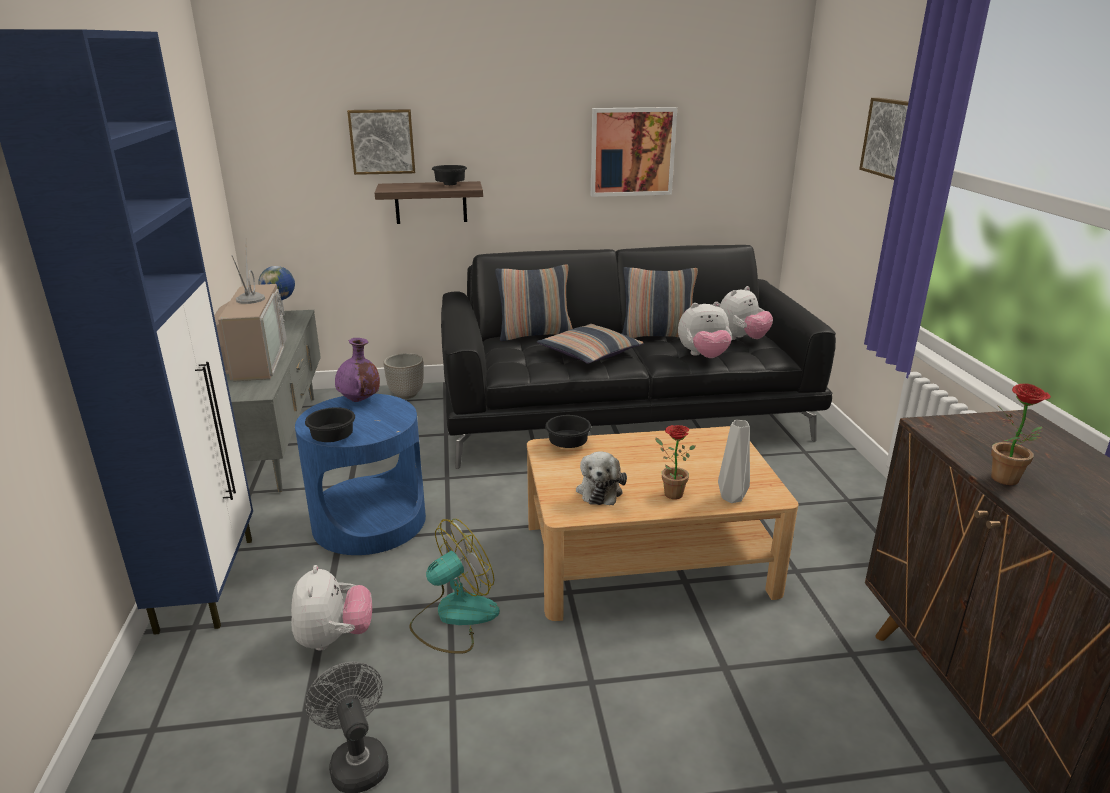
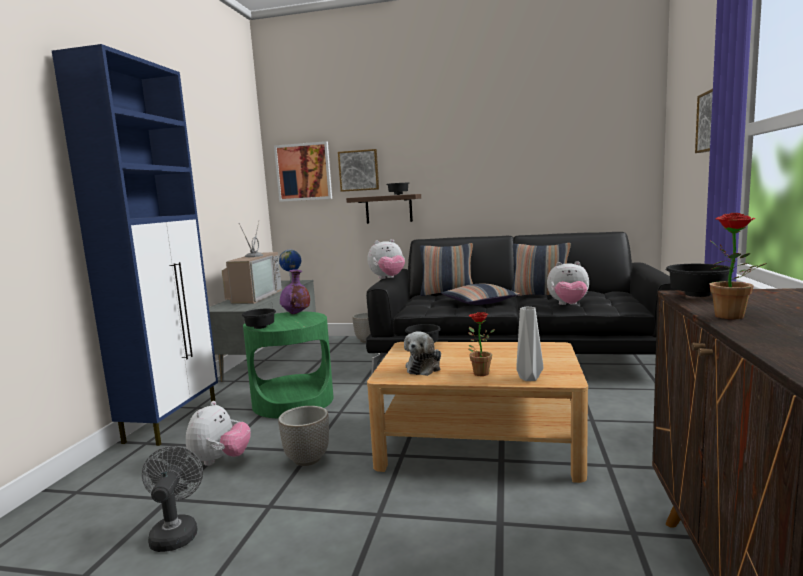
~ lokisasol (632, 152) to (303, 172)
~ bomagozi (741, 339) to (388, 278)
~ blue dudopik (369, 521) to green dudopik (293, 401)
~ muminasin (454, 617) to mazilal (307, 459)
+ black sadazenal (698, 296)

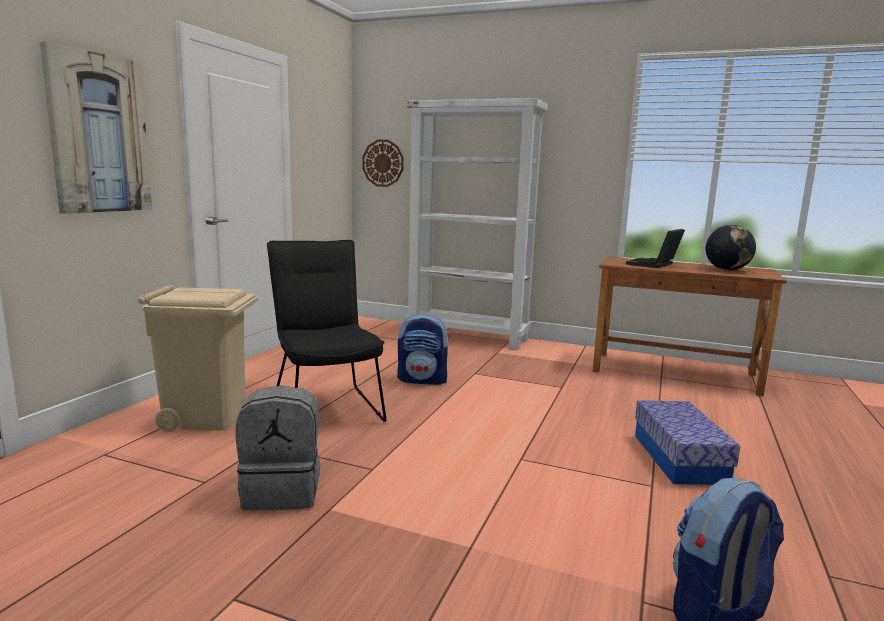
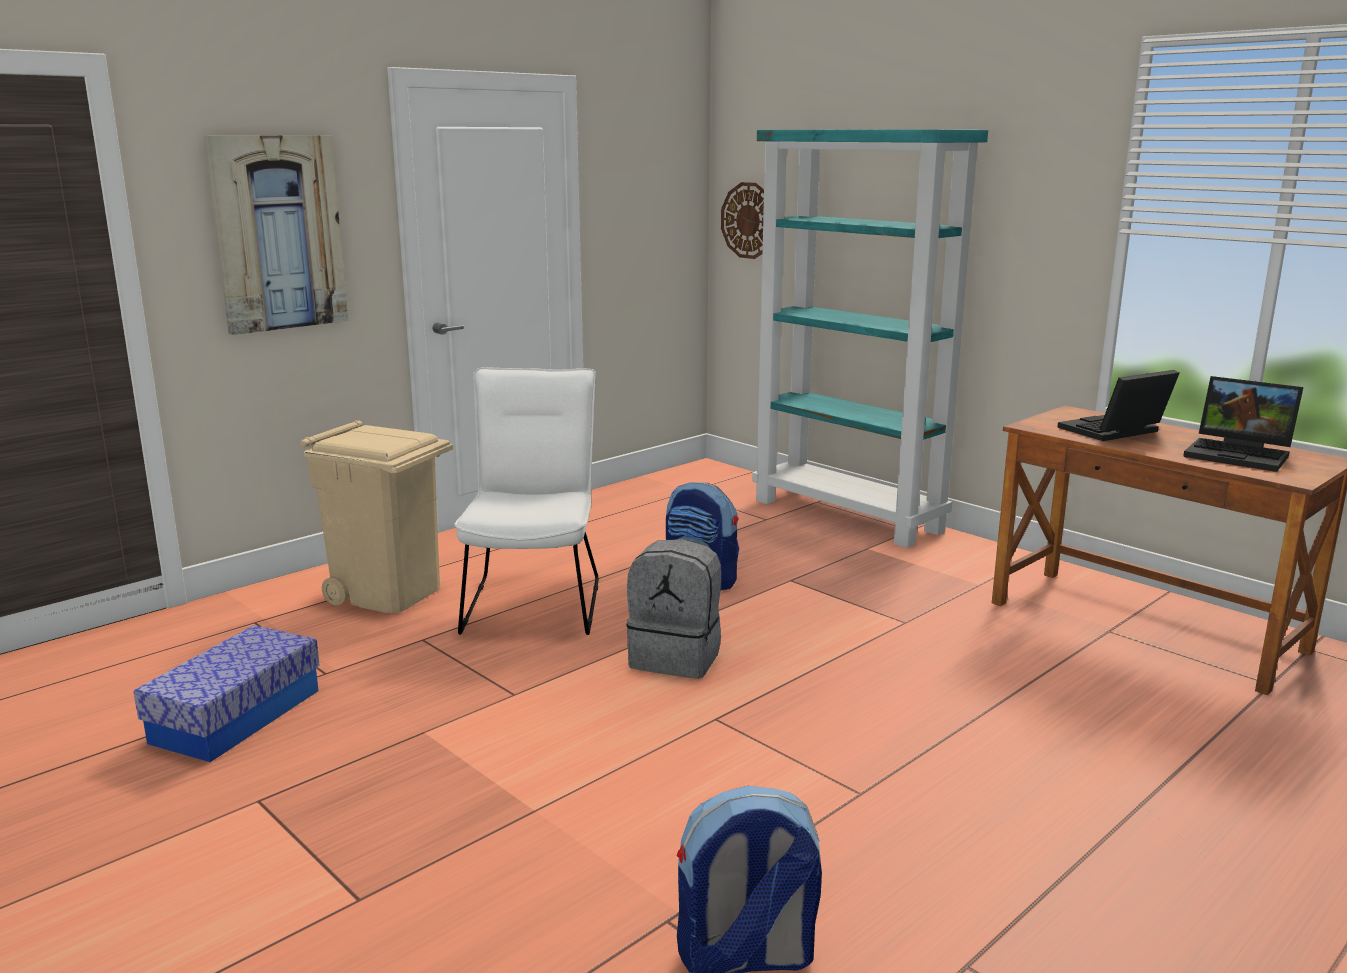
~ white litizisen (468, 337) to turquoise litizisen (849, 515)
~ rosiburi (727, 270) to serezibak (1241, 455)
~ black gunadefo (325, 407) to white gunadefo (535, 601)
~ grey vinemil (282, 491) to (677, 658)
~ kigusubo (679, 458) to (236, 716)

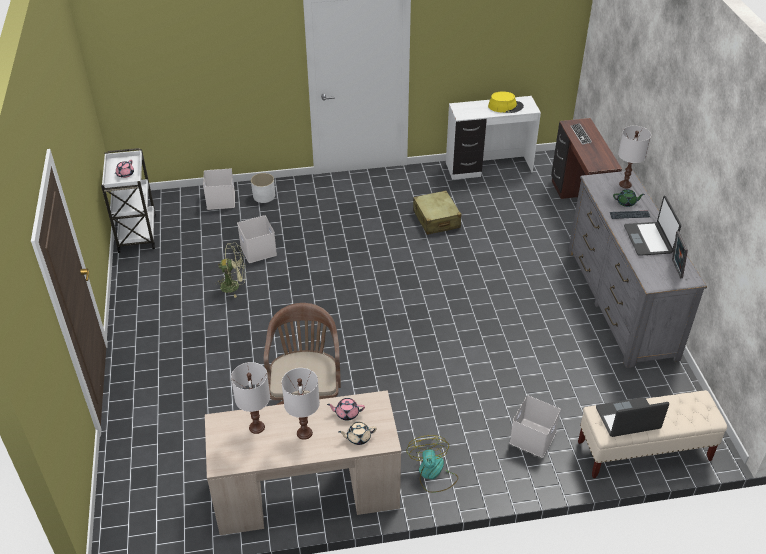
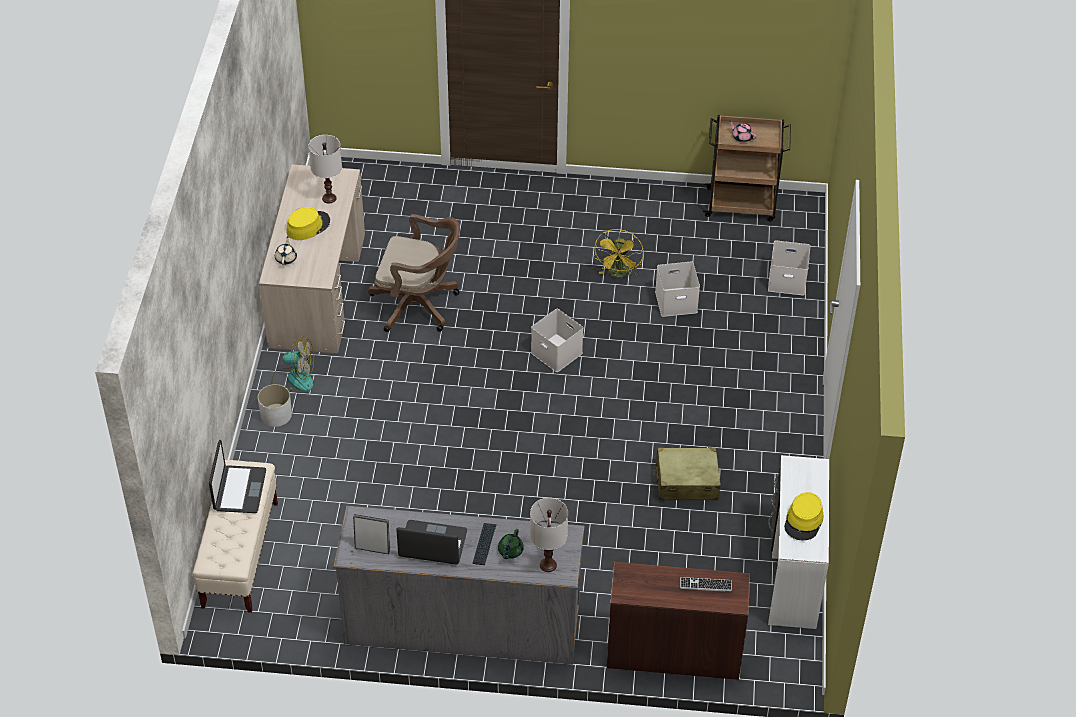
~ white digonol (137, 232) to brown digonol (742, 204)
~ white mazilal (264, 196) to (276, 415)
~ green muminasin (234, 285) to yellow muminasin (619, 274)
~ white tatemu (304, 433) to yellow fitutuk (308, 226)
~ white kigusubo (532, 436) to (558, 353)
- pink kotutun (346, 413)

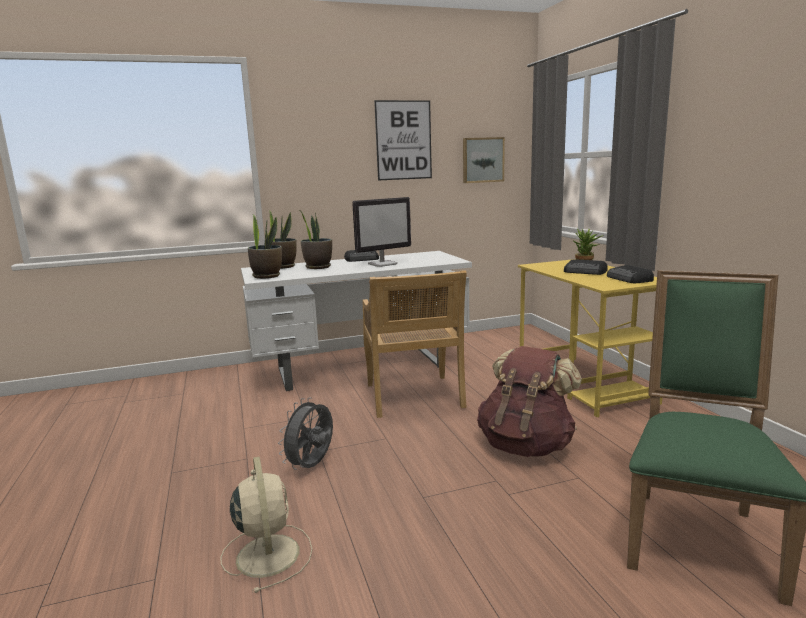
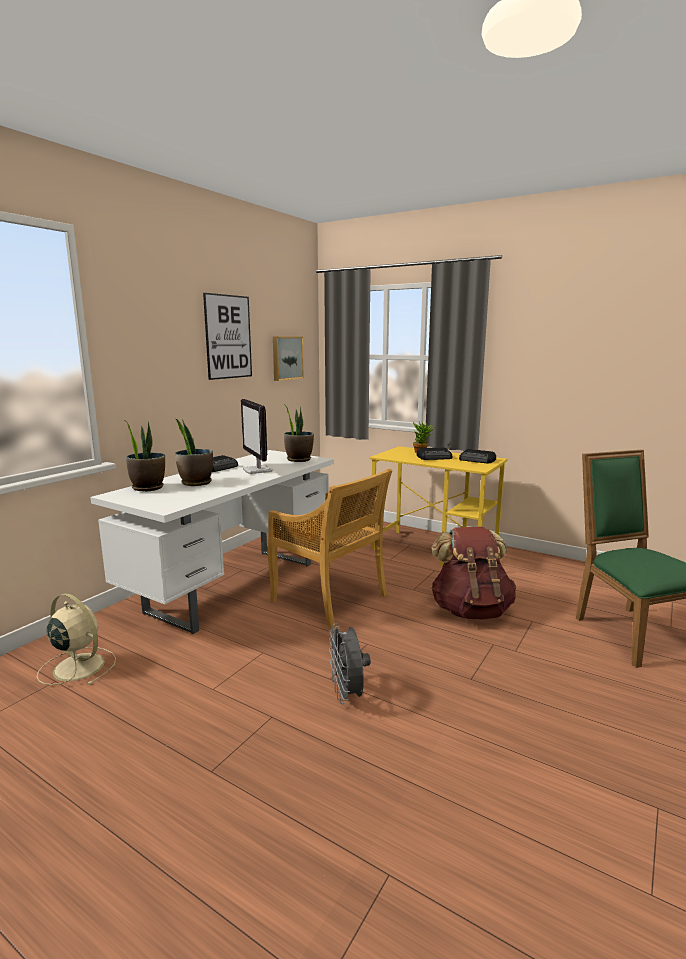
~ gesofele (383, 264) = (258, 470) 135 degrees clockwise
~ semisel (267, 276) to (298, 459)
~ beige muminasin (267, 553) to (77, 666)

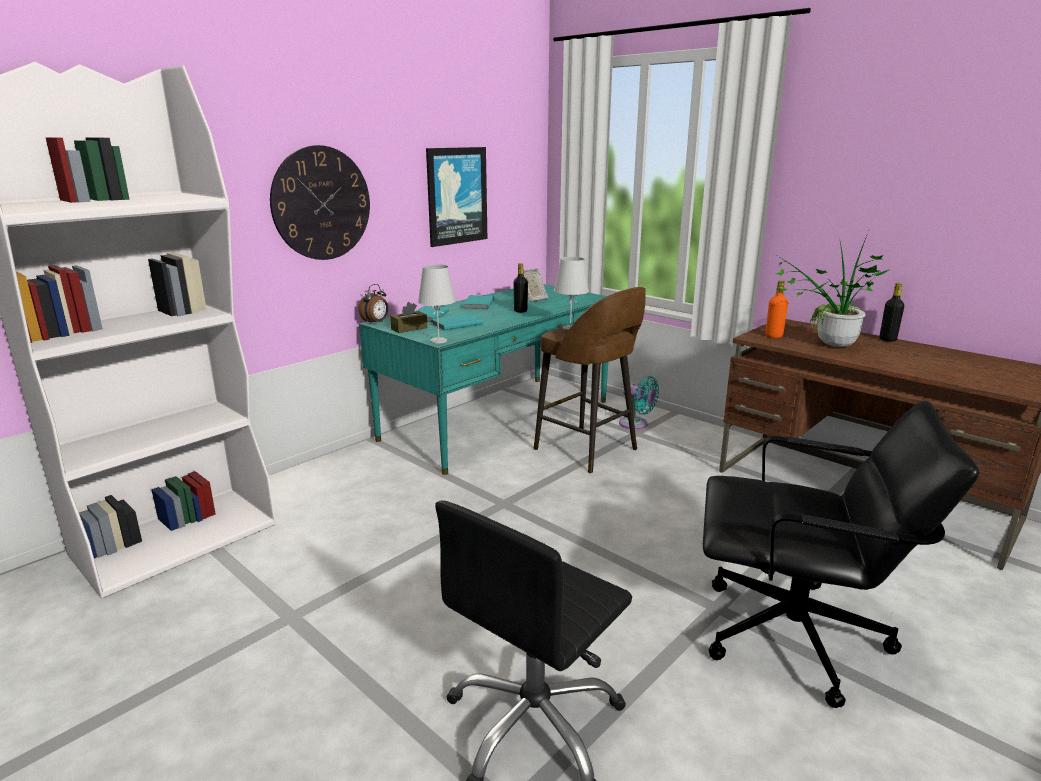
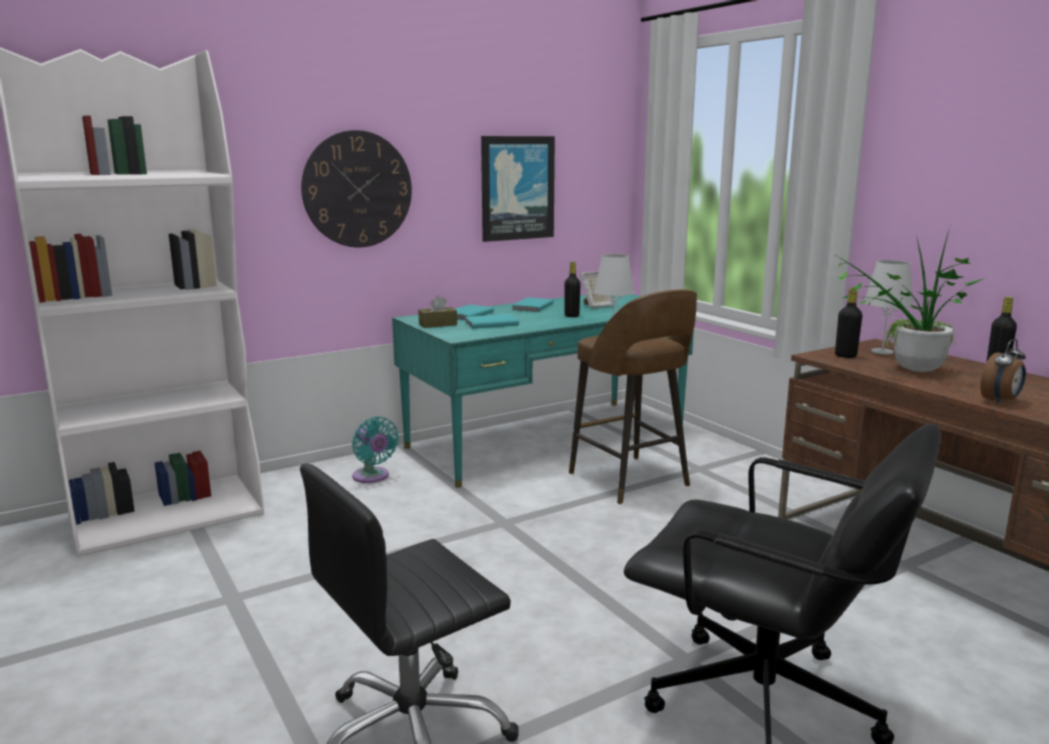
~ white tatemu (438, 341) to (881, 352)
~ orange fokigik (773, 336) to black fokigik (845, 356)
~ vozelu (376, 322) to (1000, 401)
~ turquoise muminasin (636, 424) to (372, 477)

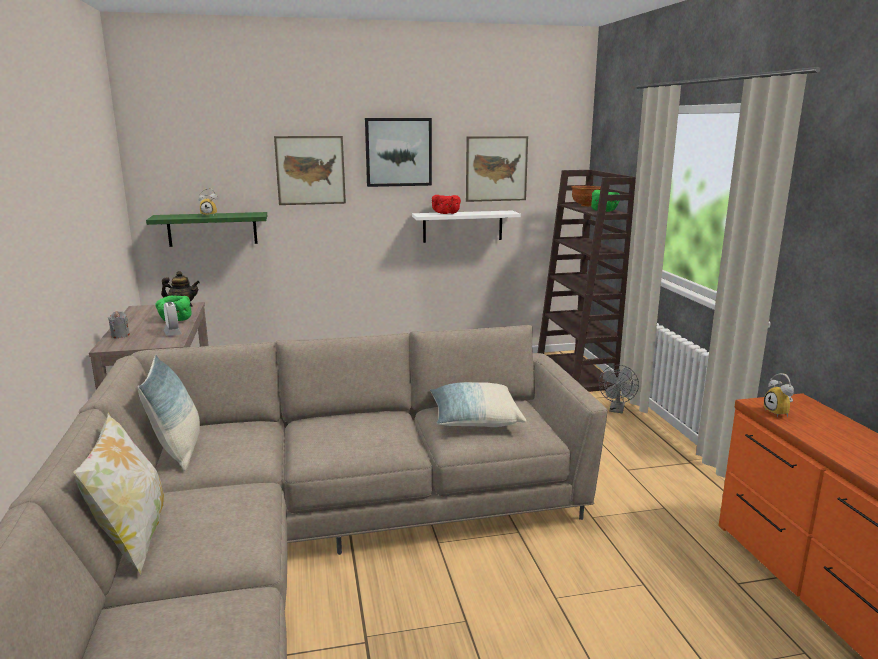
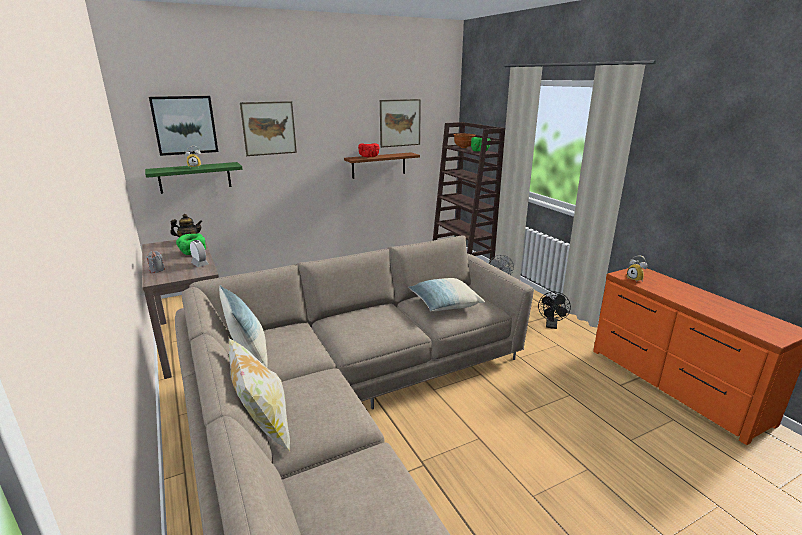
~ lokisasol (398, 152) to (184, 125)
~ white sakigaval (462, 226) to brown sakigaval (378, 165)
+ black muminasin (551, 326)

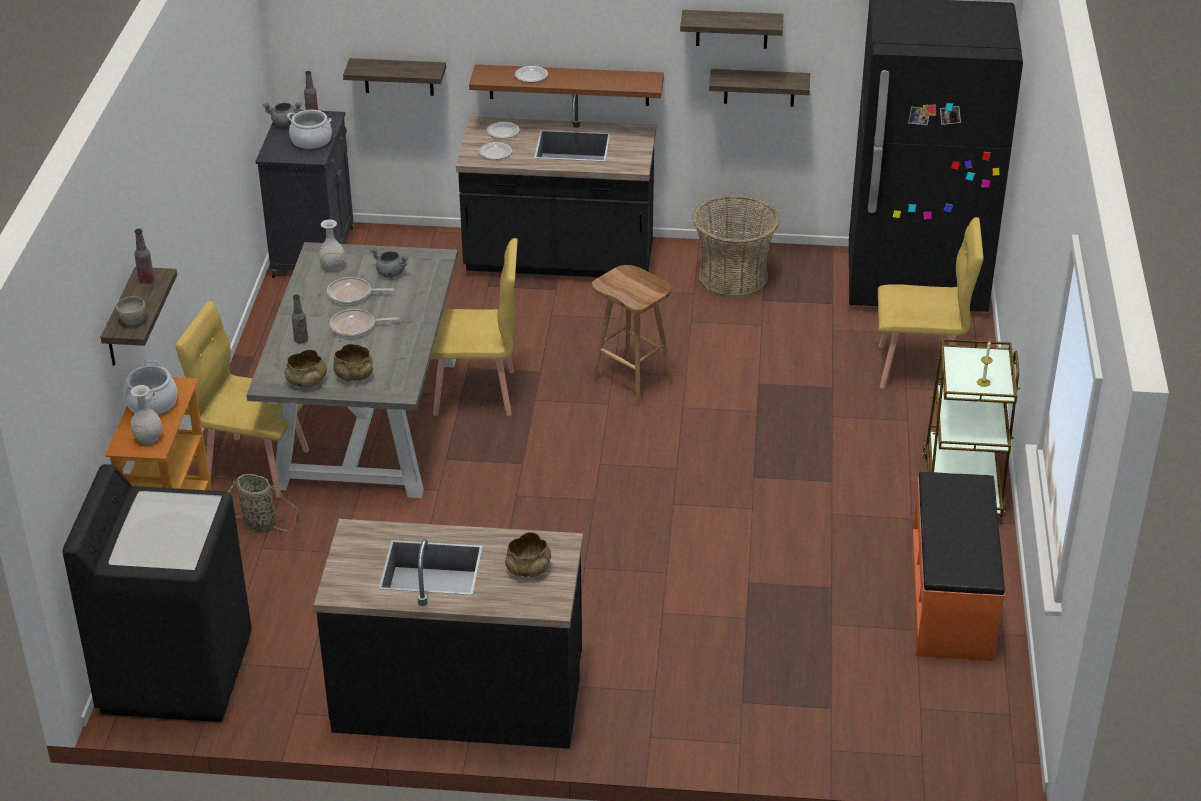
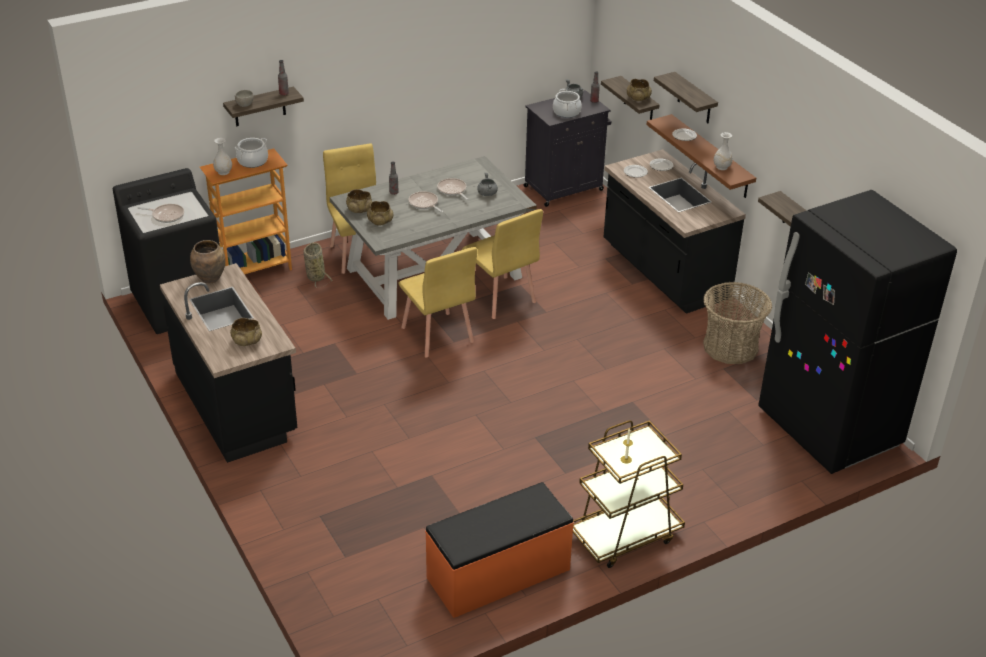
~ sakigaval (732, 29) to (694, 99)
~ yellow gunadefo (918, 369) to (437, 335)
~ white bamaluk (333, 267) to (721, 167)
- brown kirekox (633, 380)
+ beige sadazenal (638, 98)
+ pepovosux (166, 215)
+ brown bamaluk (210, 278)

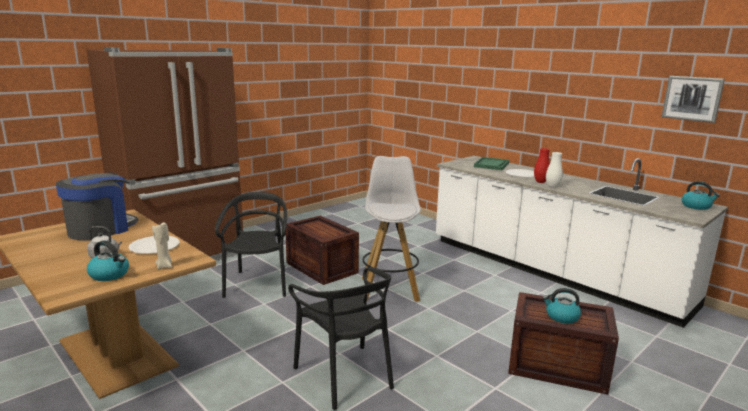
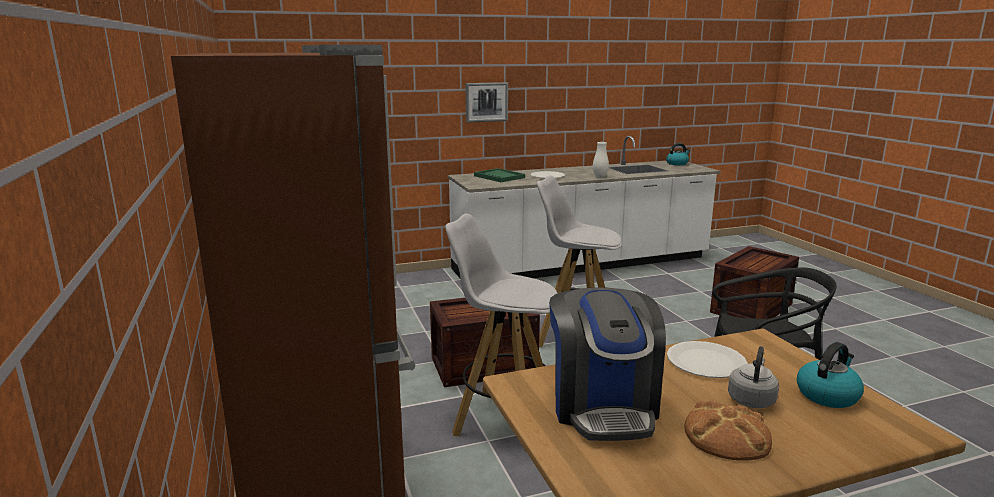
~ lokisasol (692, 98) to (486, 102)
- red bamaluk (540, 182)
~ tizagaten (101, 229) = (603, 406) 150 degrees counterclockwise
~ black gunadefo (258, 284) to white kirekox (503, 420)
- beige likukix (165, 266)
- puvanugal (561, 317)
+ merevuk (726, 435)

